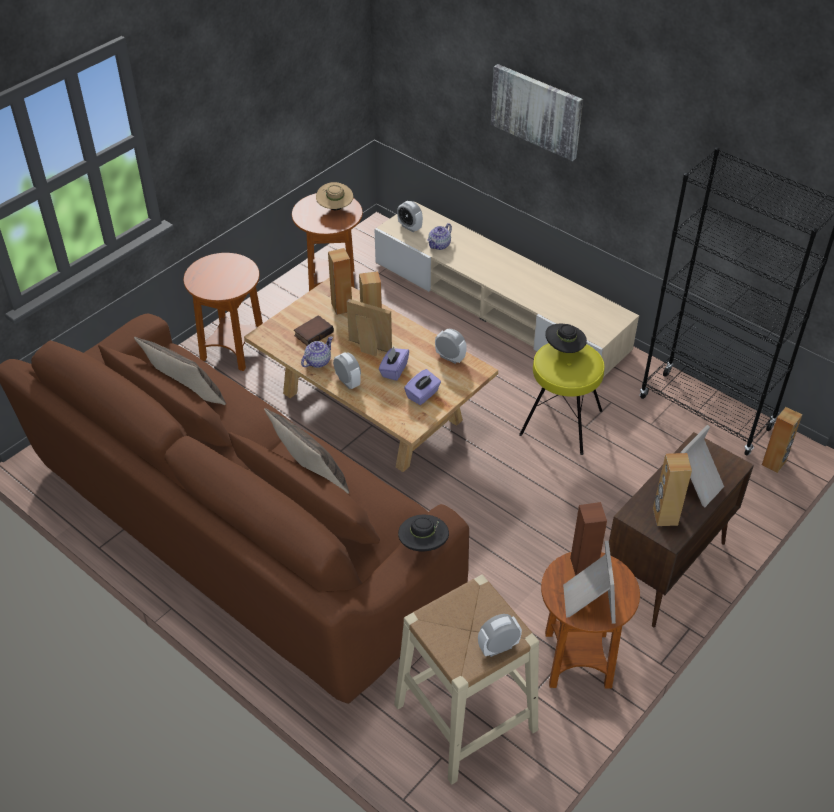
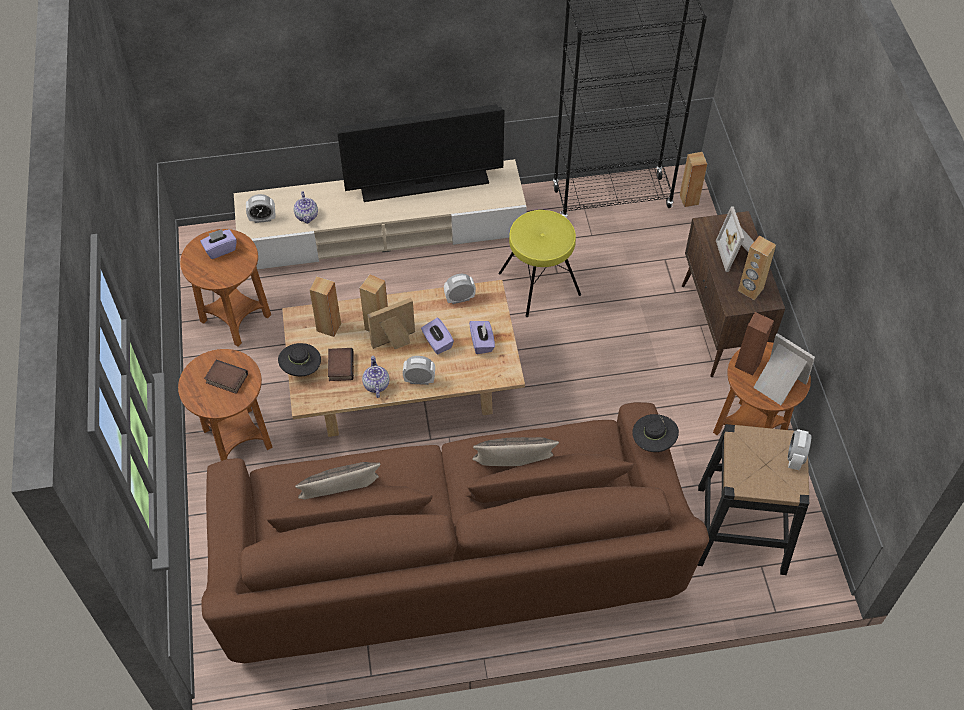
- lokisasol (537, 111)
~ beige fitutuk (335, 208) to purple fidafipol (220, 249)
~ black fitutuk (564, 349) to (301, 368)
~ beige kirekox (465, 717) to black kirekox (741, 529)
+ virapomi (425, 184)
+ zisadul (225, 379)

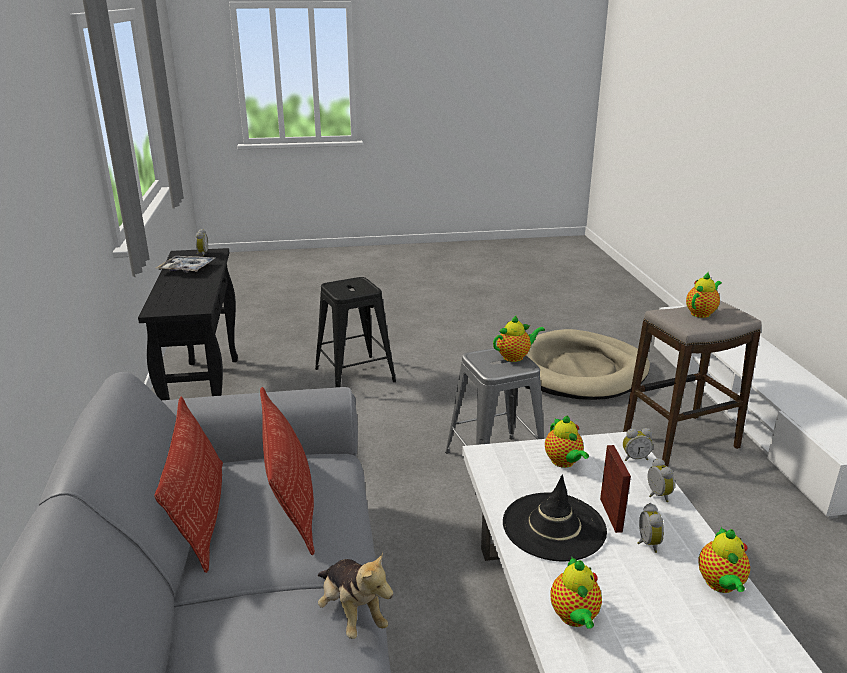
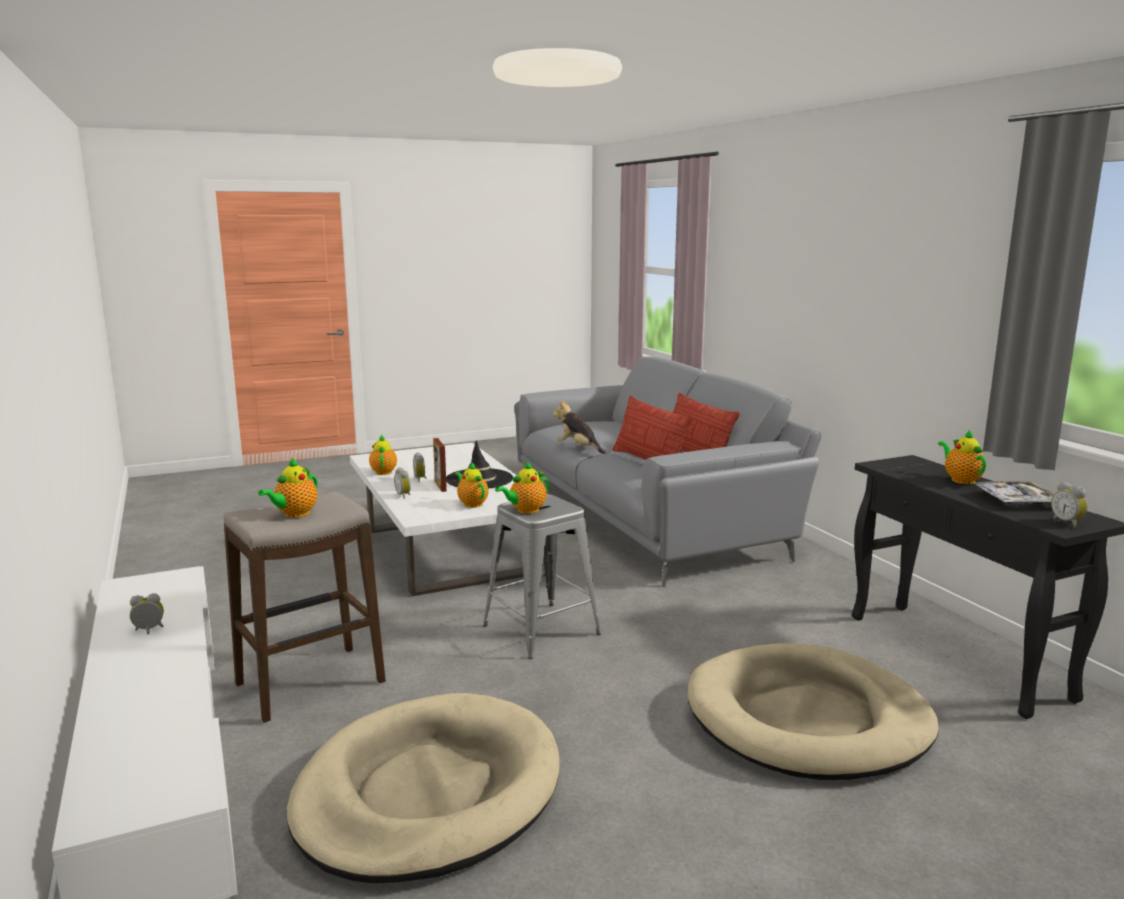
~ black kirekox (355, 375) to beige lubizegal (807, 719)
~ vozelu (634, 458) to (148, 631)
~ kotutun (574, 618) to (961, 480)

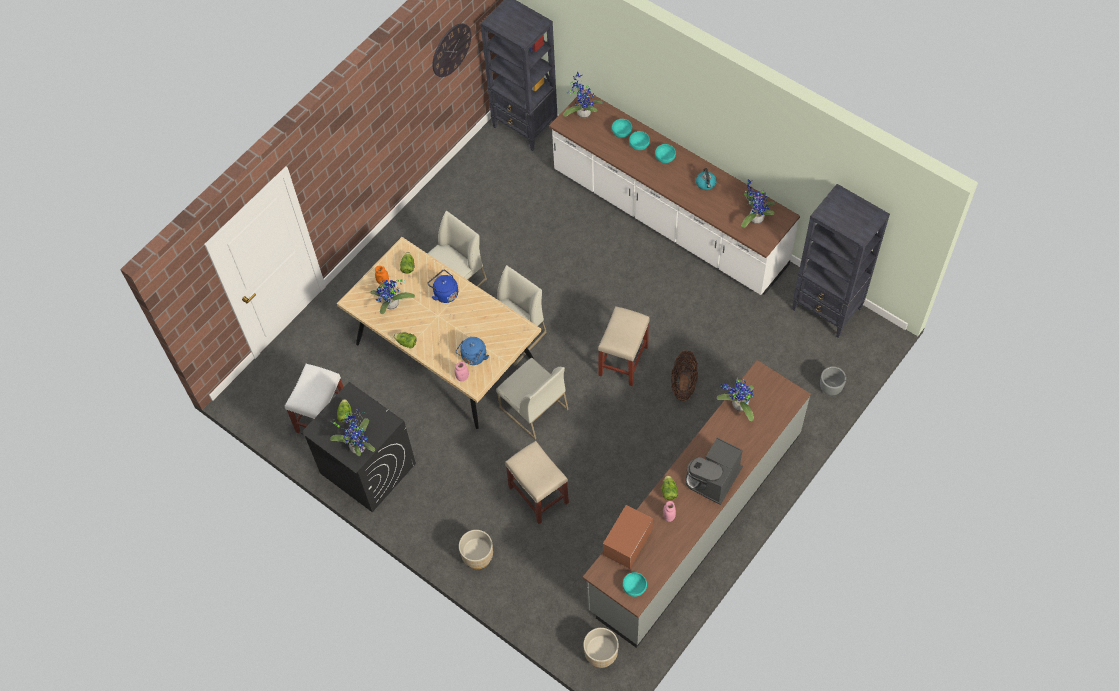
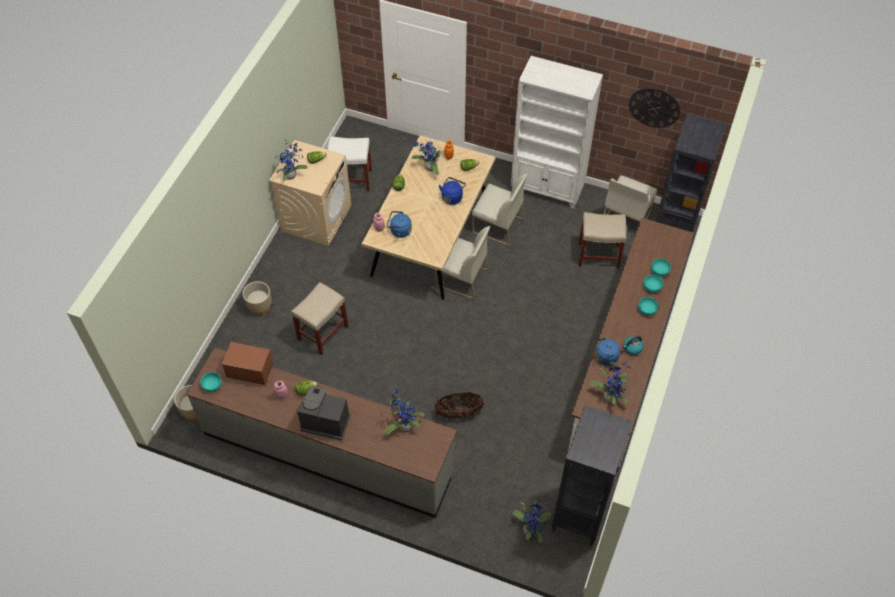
~ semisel (582, 112) to (531, 529)
~ beige kirekox (623, 360) to (599, 255)
~ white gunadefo (533, 408) to (625, 217)
- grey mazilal (830, 388)
~ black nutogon (367, 468) to beige nutogon (316, 218)
+ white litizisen (548, 188)
+ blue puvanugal (604, 358)

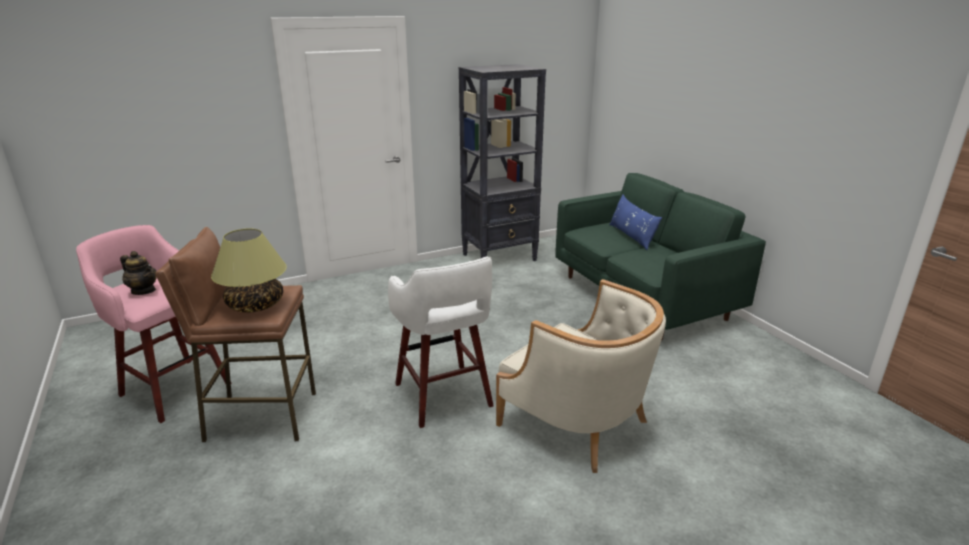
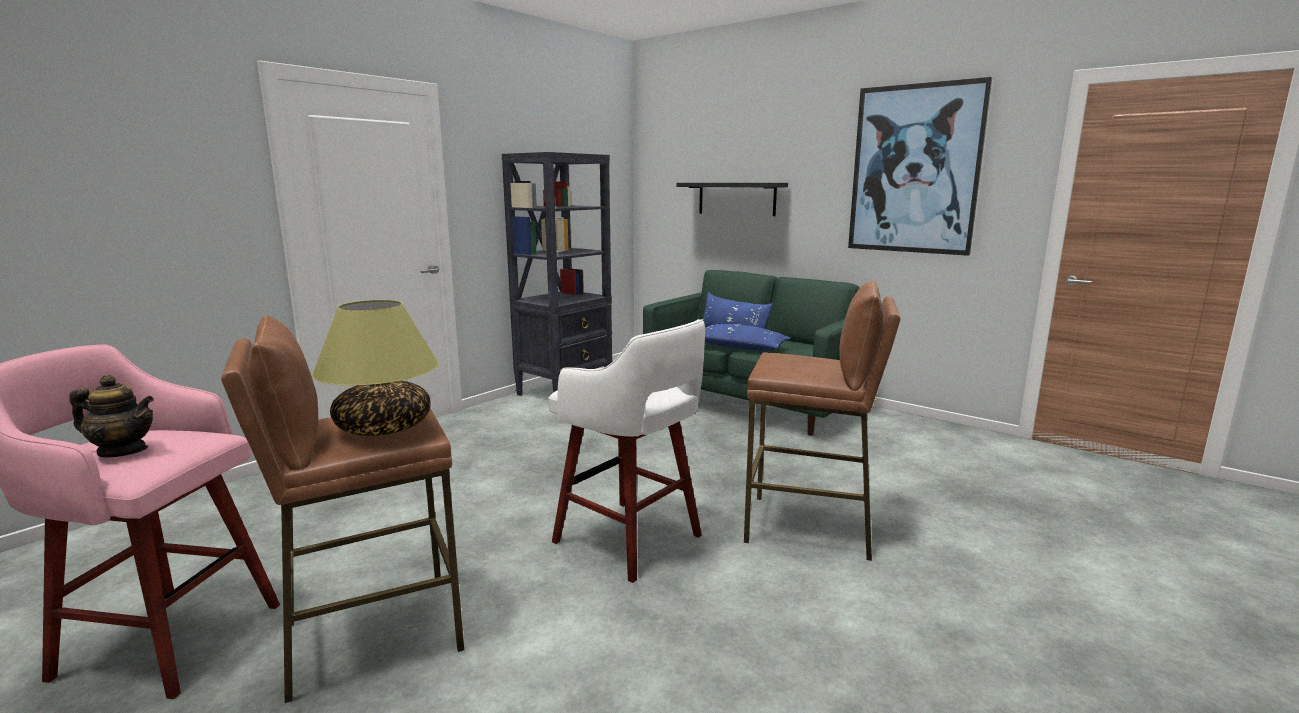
~ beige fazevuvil (577, 422) to brown kirekox (809, 527)
+ lokisasol (914, 170)
+ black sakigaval (736, 198)
+ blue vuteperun (739, 348)

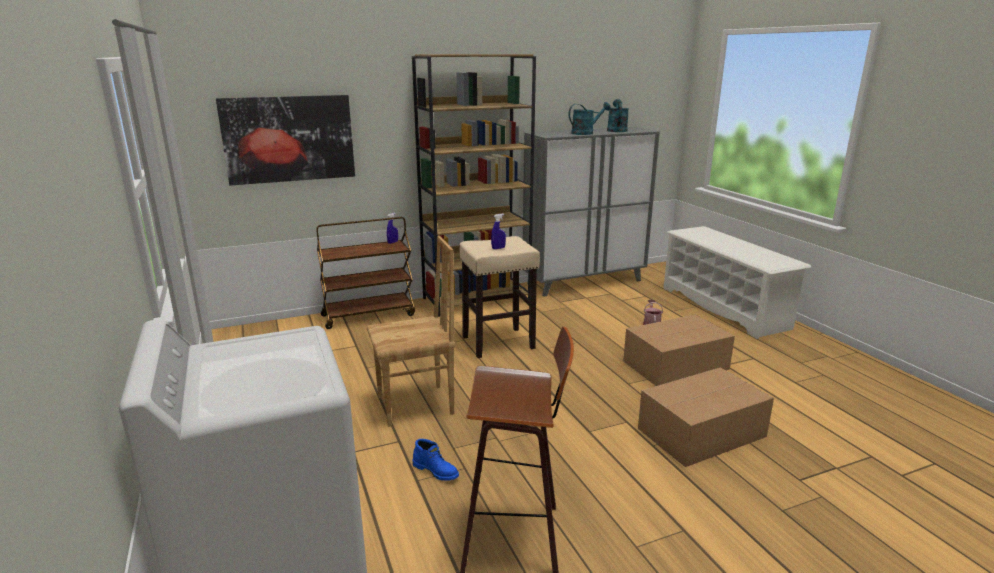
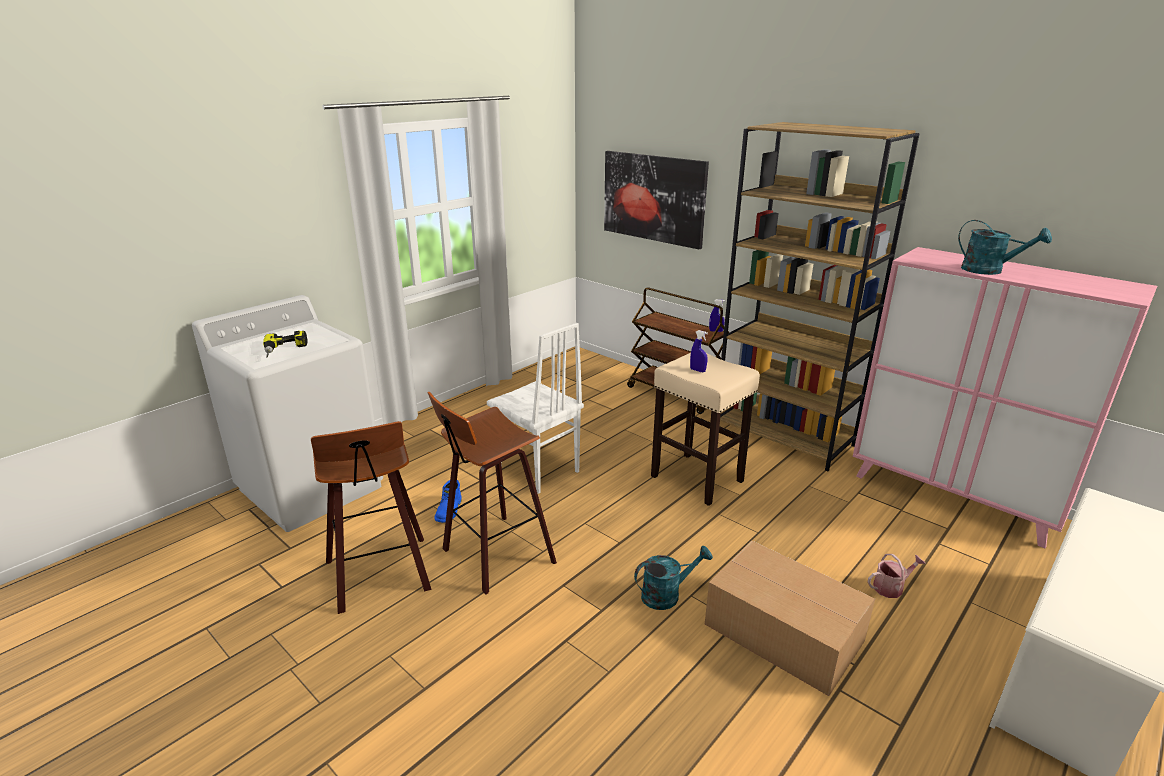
~ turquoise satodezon (616, 130) to (667, 594)
~ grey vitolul (584, 282) to pink vitolul (953, 497)
~ brown gunadefo (416, 406) to white gunadefo (537, 471)
- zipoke (703, 432)
+ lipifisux (285, 349)
+ kirekox (494, 556)

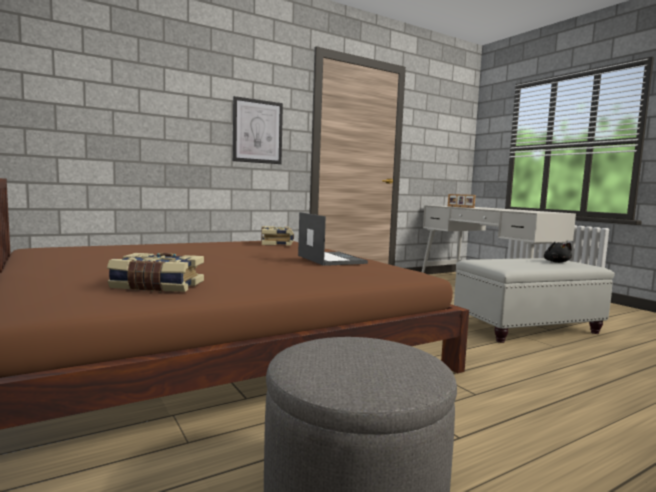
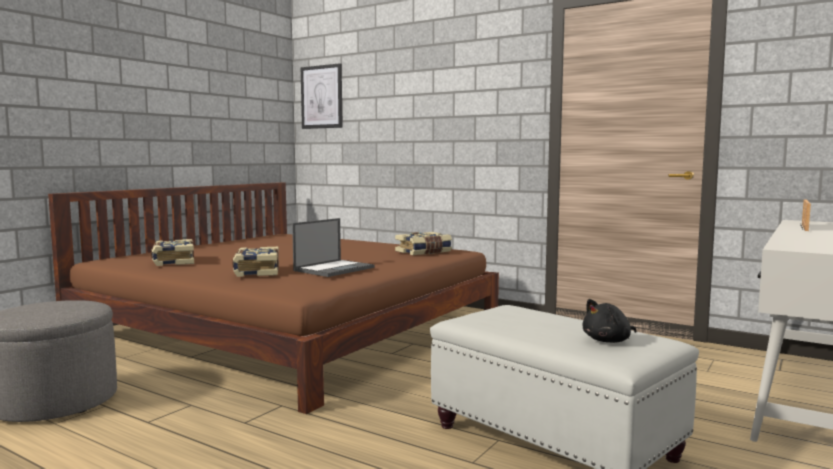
~ lokisasol (257, 131) to (322, 97)
+ zisadul (256, 272)

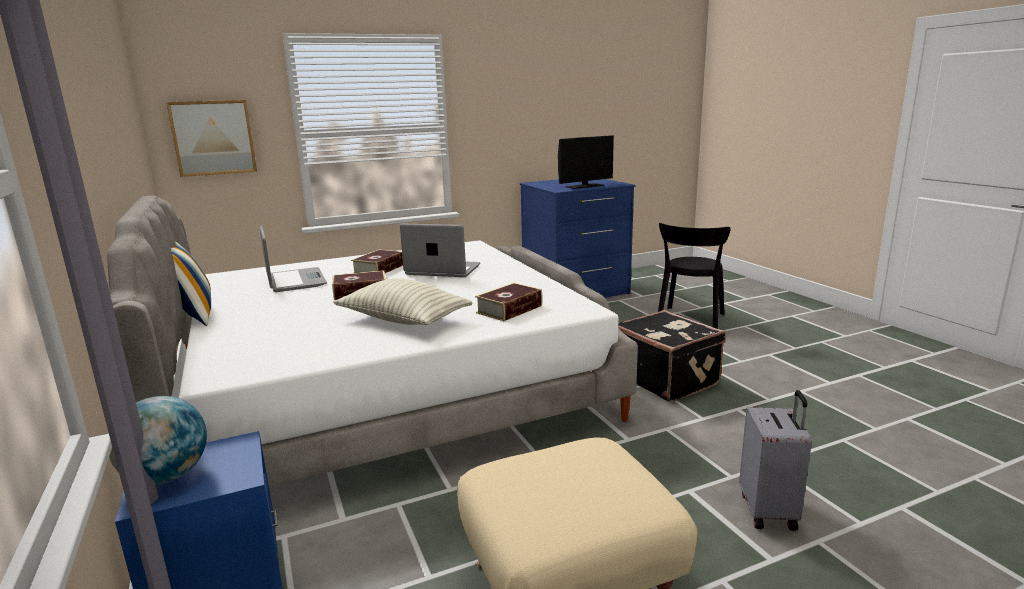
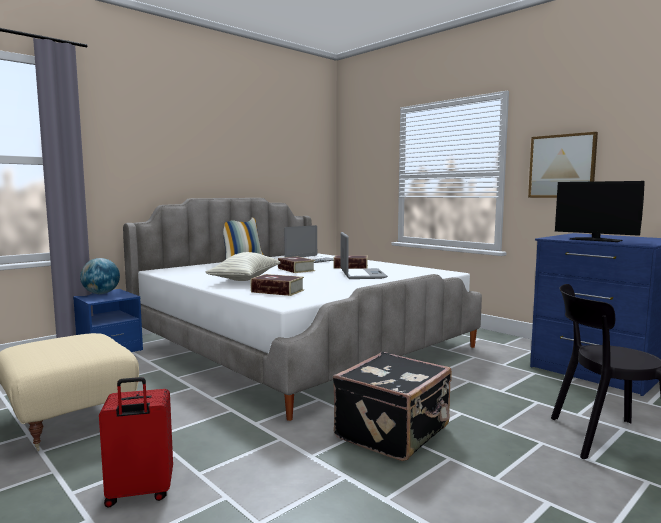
~ lokisasol (213, 138) to (562, 166)
~ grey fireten (769, 511) to red fireten (139, 493)

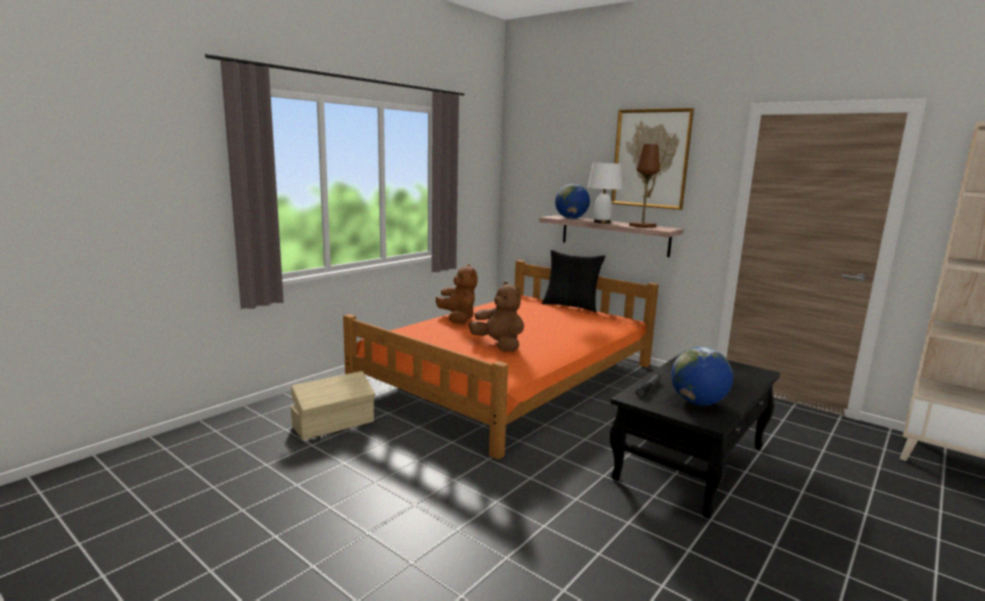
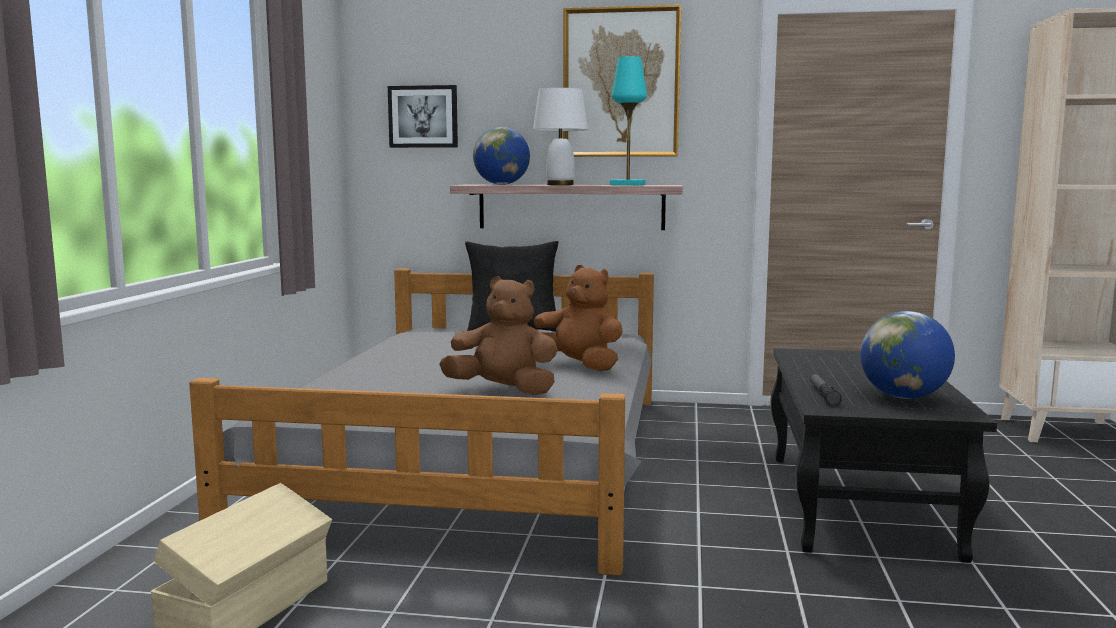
~ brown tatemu (642, 226) to turquoise tatemu (628, 185)
~ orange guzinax (509, 378) to grey guzinax (480, 458)
~ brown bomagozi (457, 319) to (578, 366)
+ lokisasol (423, 116)

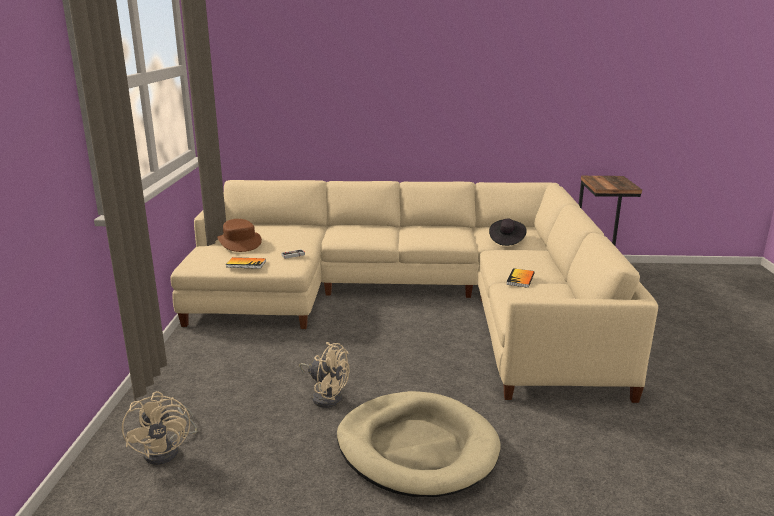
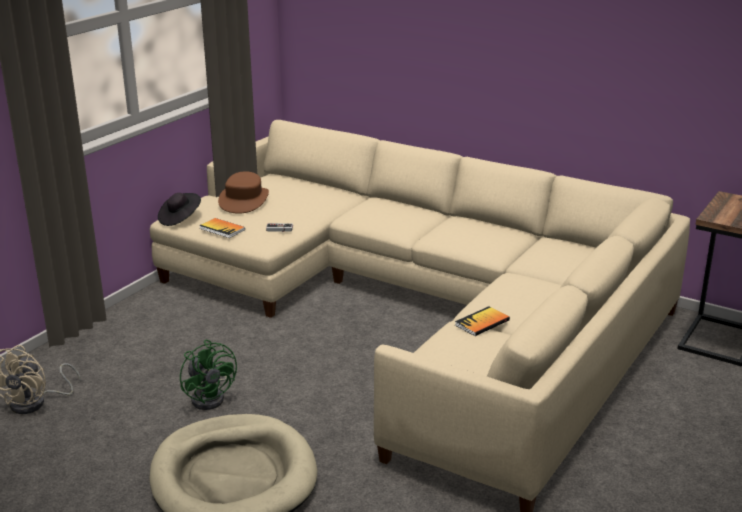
~ black fitutuk (506, 240) to (180, 219)
~ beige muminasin (325, 396) to green muminasin (211, 397)

